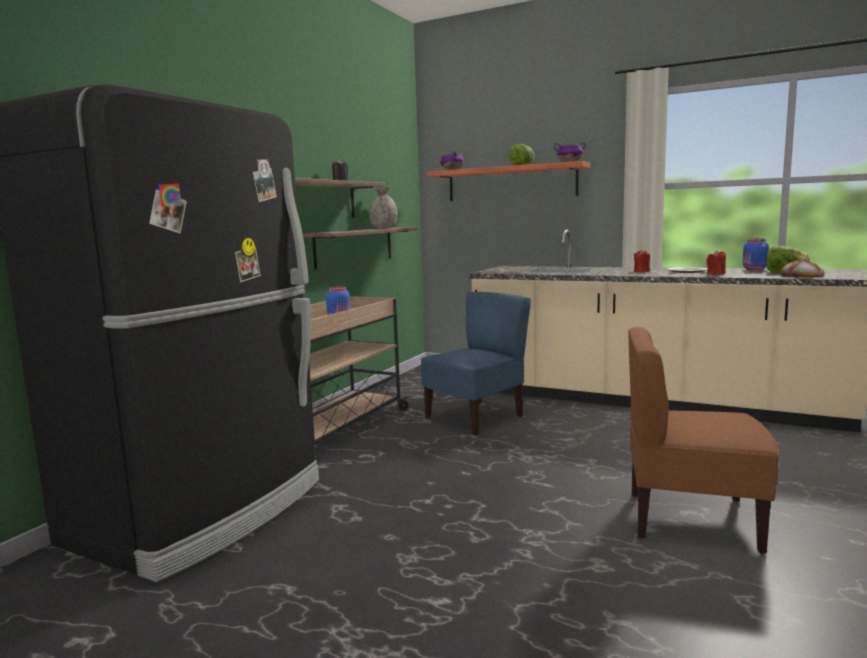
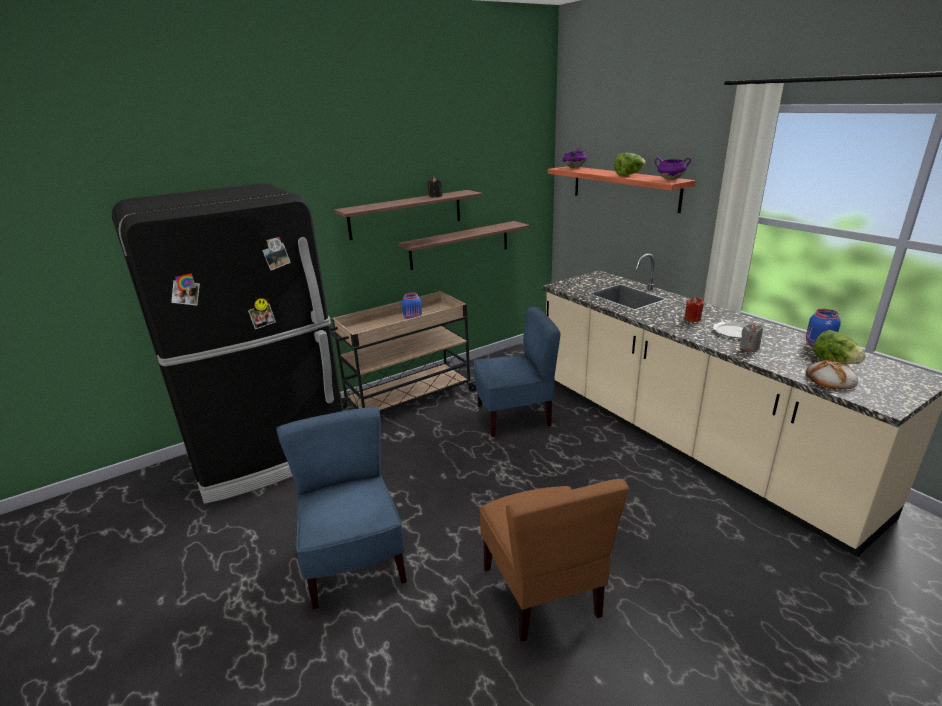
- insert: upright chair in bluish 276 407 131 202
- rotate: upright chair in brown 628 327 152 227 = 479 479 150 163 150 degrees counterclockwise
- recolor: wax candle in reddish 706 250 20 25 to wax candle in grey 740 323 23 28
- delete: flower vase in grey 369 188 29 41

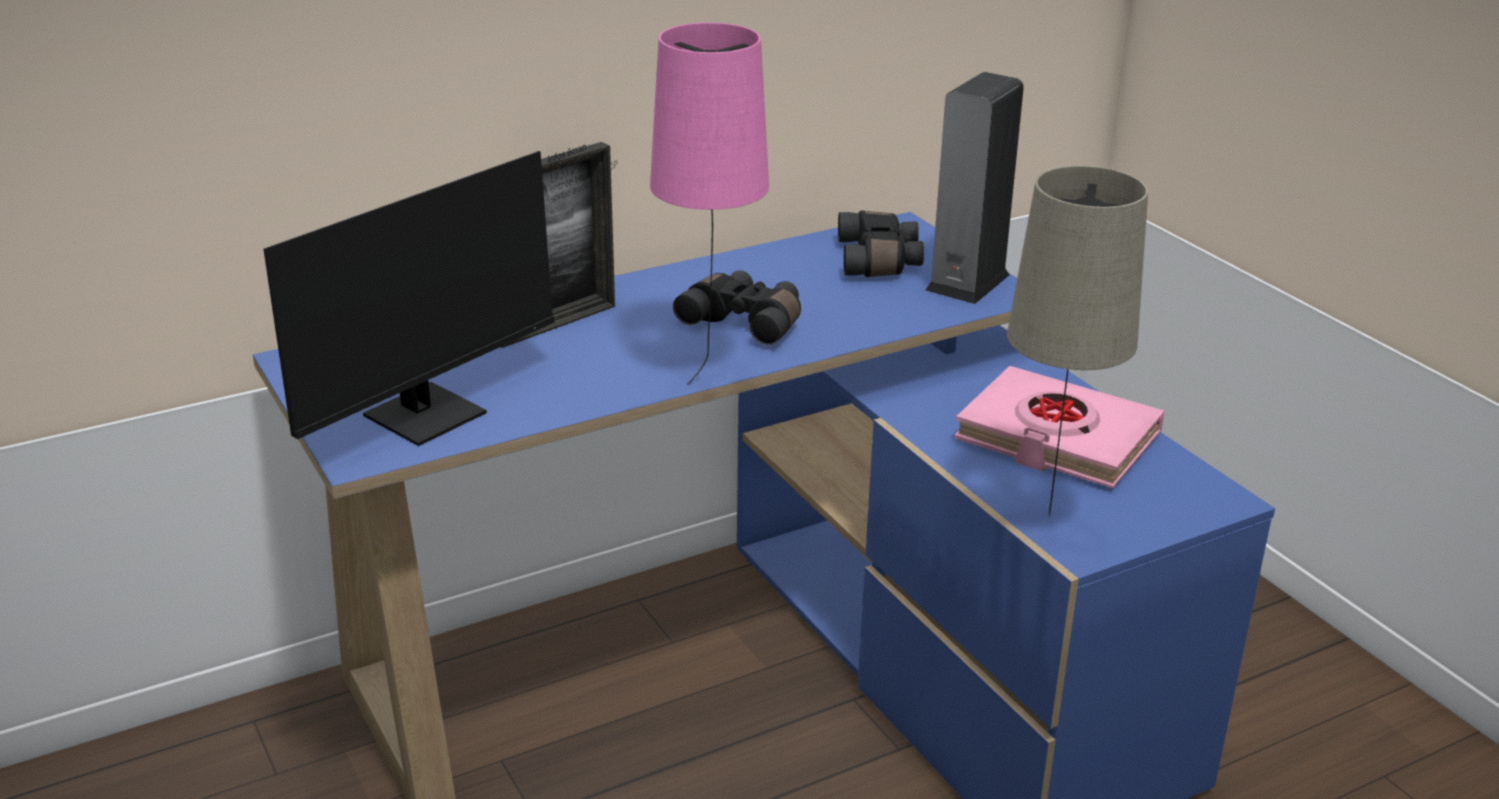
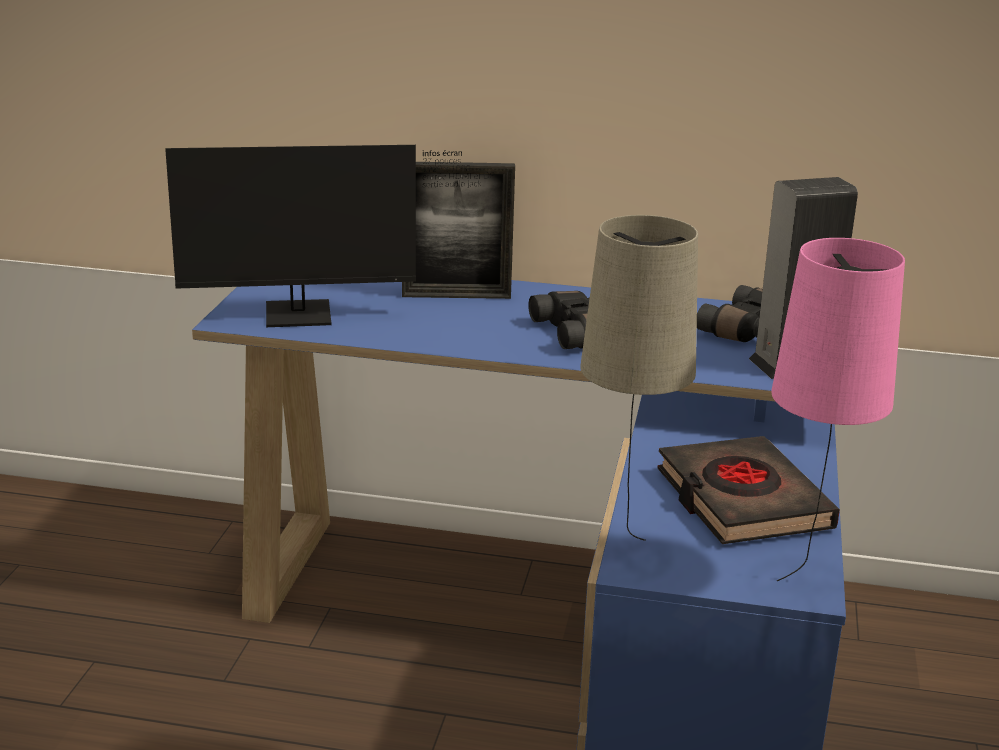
- recolor: volume in pink 954 366 211 122 to volume in blackish 658 436 182 108
- move: lamp for a table in pink 650 22 119 363 to 771 238 134 343

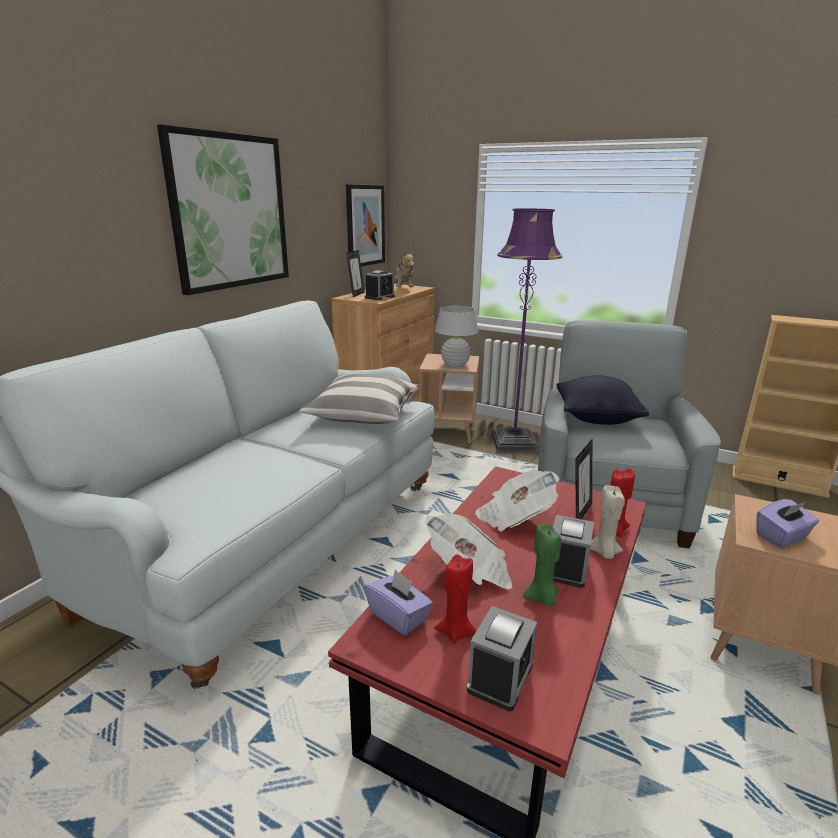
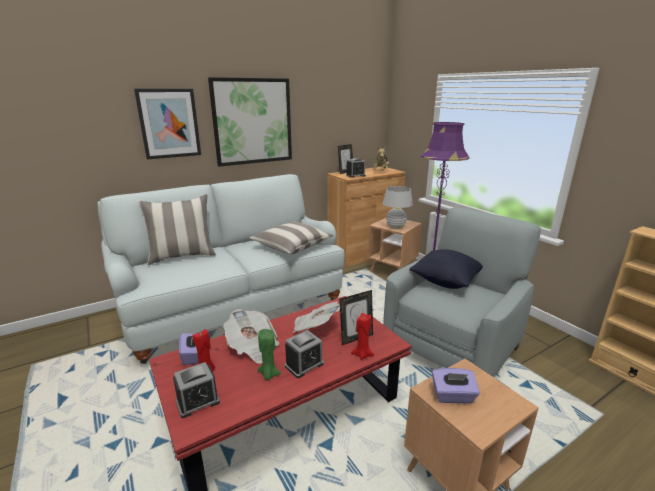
- move: wall picture 346 184 39 83 to 134 89 67 70
- insert: cushion 138 194 78 71
- delete: wax candle in beige 590 485 35 74

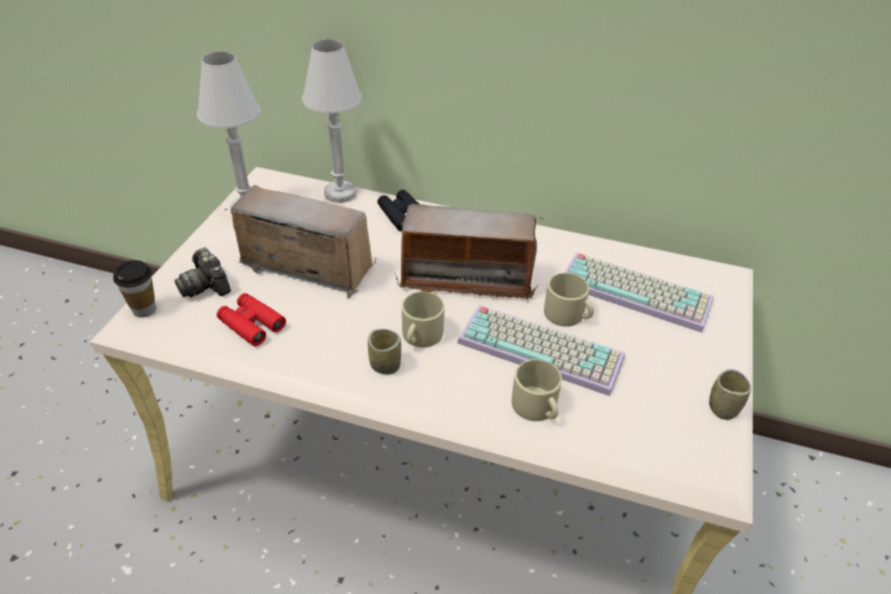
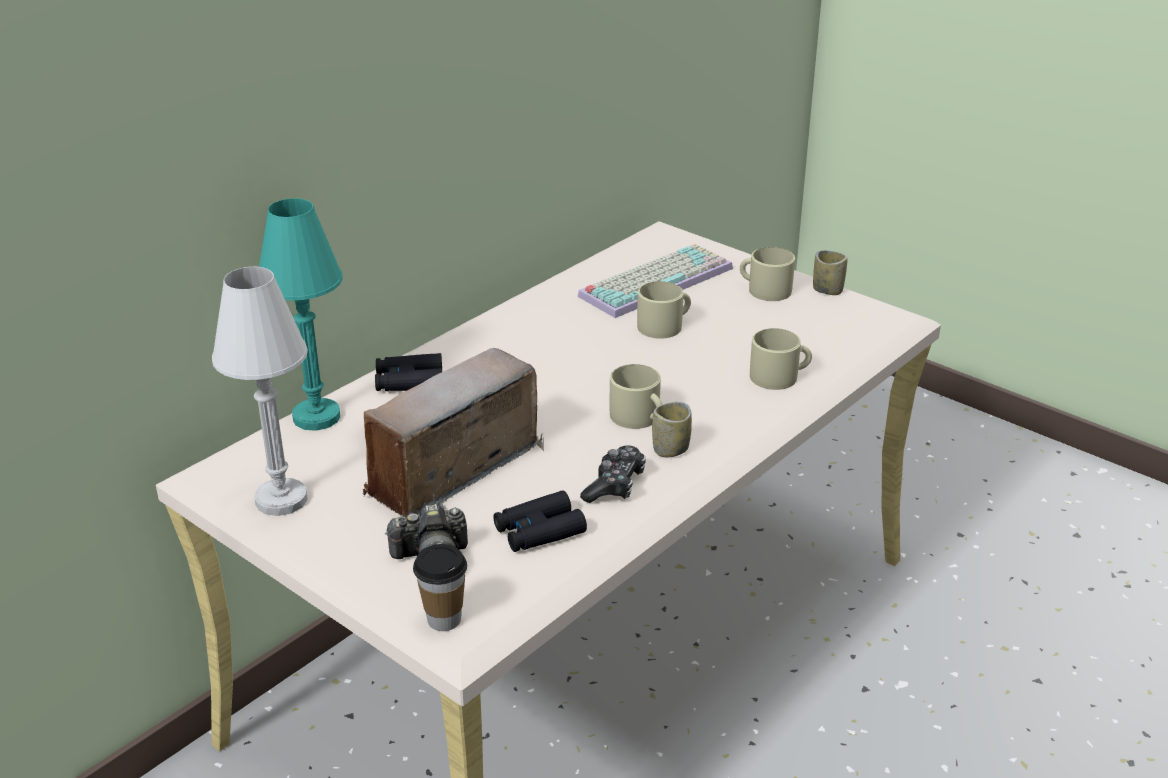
- recolor: lamp for a table in white-coloured 302 39 60 164 to lamp for a table in turquoise-coloured 259 198 84 233
- recolor: pair of binoculars in reddish 217 293 69 53 to pair of binoculars in blackish 493 490 94 62
- insert: game controller 580 445 66 58
- insert: tea mug in beige 740 247 55 54
- delete: radio set 394 204 148 95
- delete: PC keyboard 457 305 168 91

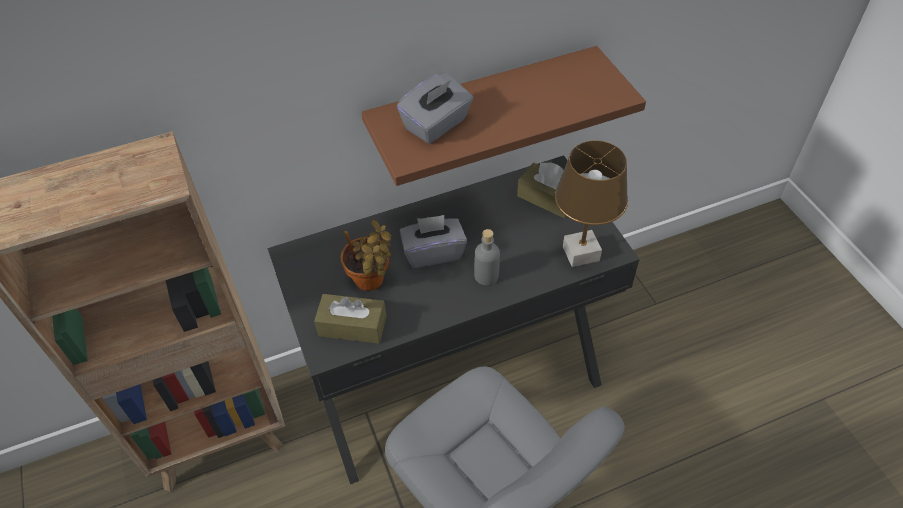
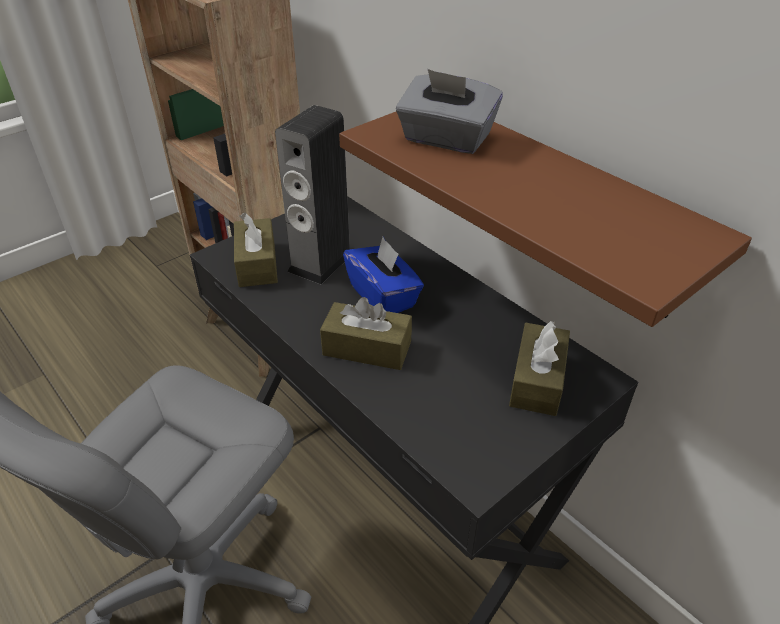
- replace: plant in a pot 340 220 52 71 to speaker 275 105 75 179
- replace: beverage bottle in grey 474 229 26 56 to box of tissues in brown 320 297 92 73
- recolor: box of tissues in grey 400 215 67 53 to box of tissues in bluish 343 237 81 76
- delete: lamp for a table in brown 555 140 73 127

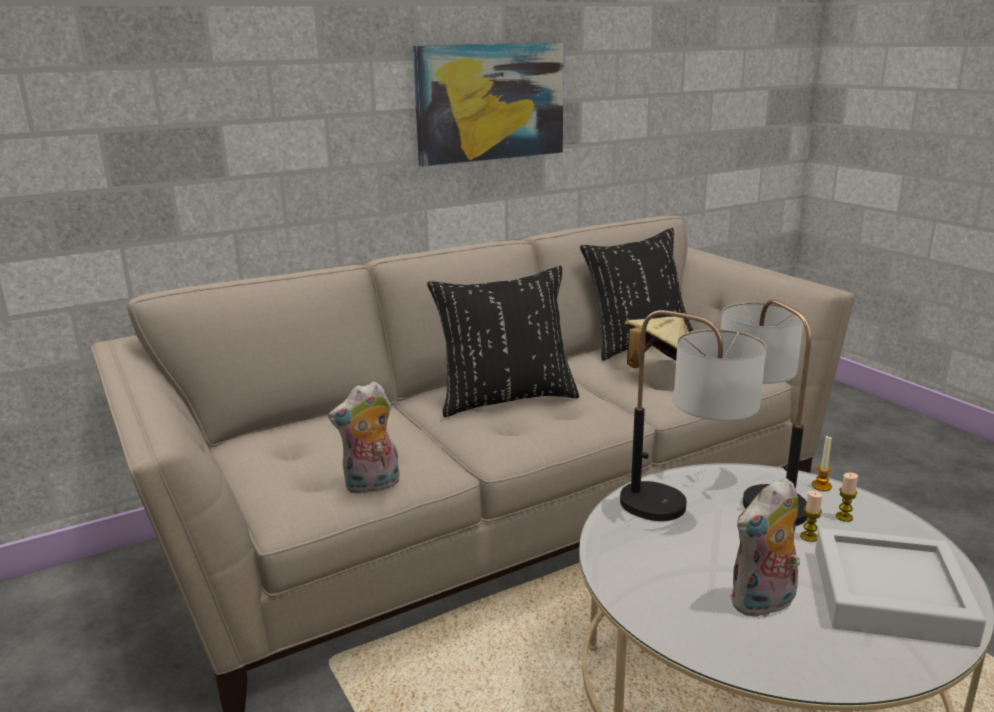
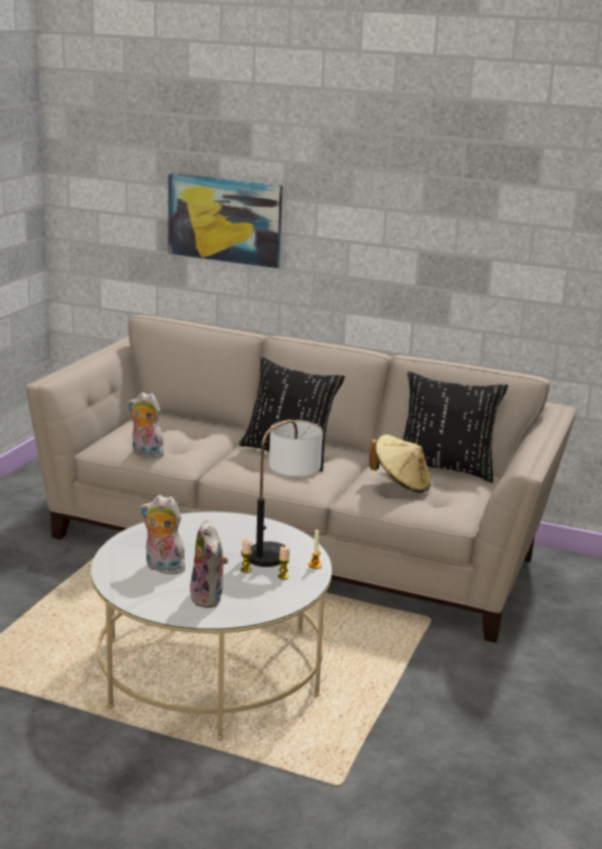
- move: wall picture 413 42 151 124 to 168 173 115 95
- replace: carrying tray in grey 815 528 171 119 to cuddly toy 190 520 38 88
- delete: lamp for a table 620 310 146 211

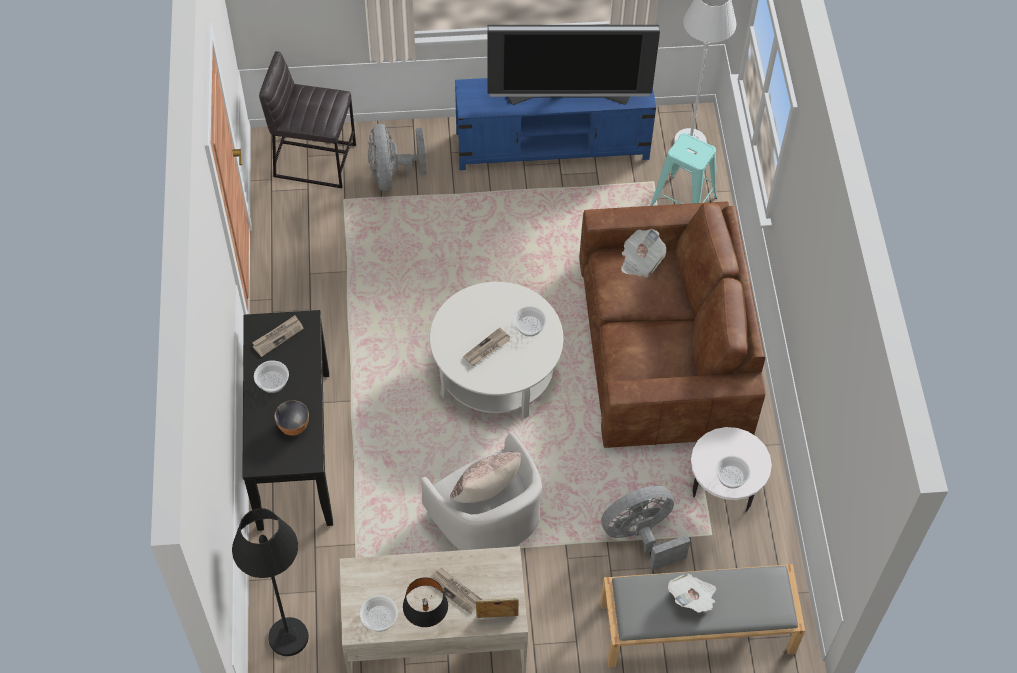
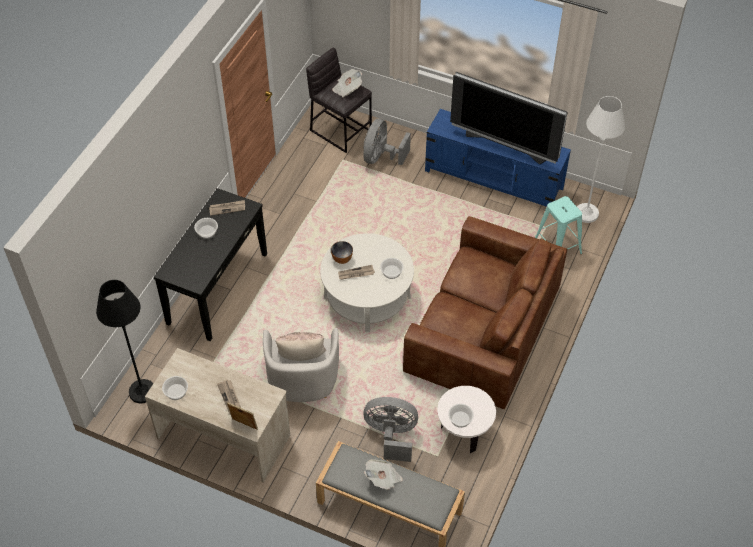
- move: bowl 275 400 34 36 to 331 241 22 23
- move: printed paper 621 229 45 48 to 332 69 30 28
- delete: lamp for a table in blackish 403 577 45 50

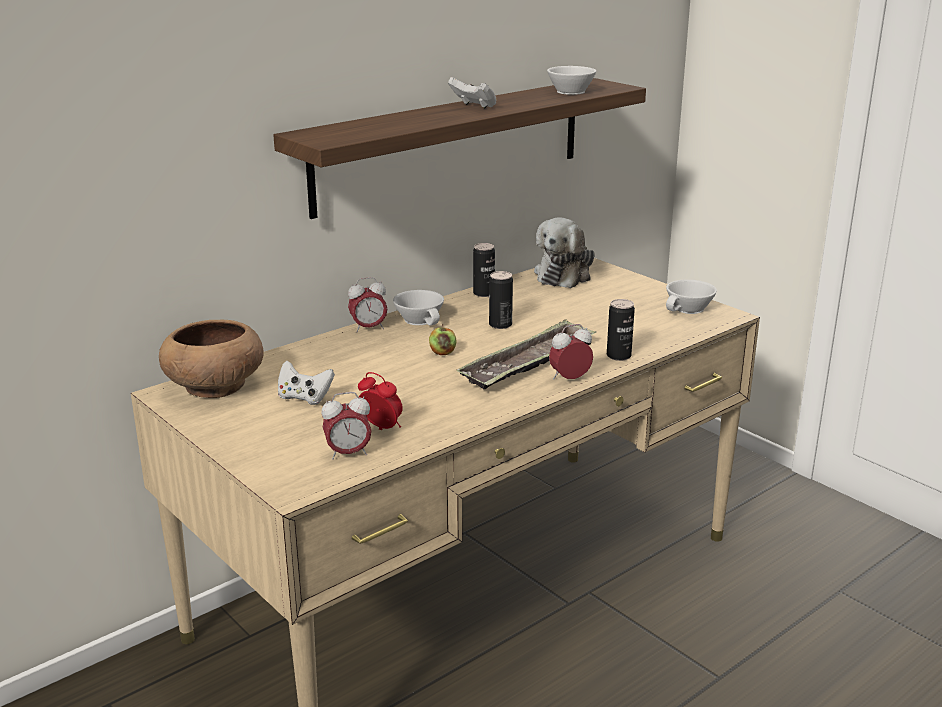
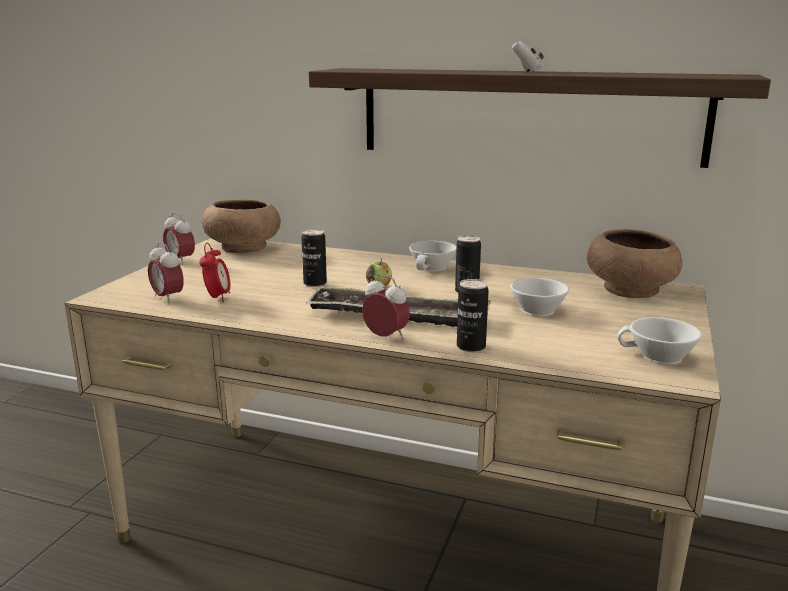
- move: table clock 348 277 39 55 to 163 212 32 53
- move: sealed can 473 243 22 54 to 301 229 26 58
- move: small cup in white-coloured 547 66 49 29 to 511 278 58 38
- replace: cuddly toy 534 217 61 71 to bowl in brown 587 229 95 69
- delete: game controller in white-coloured 278 361 57 44

